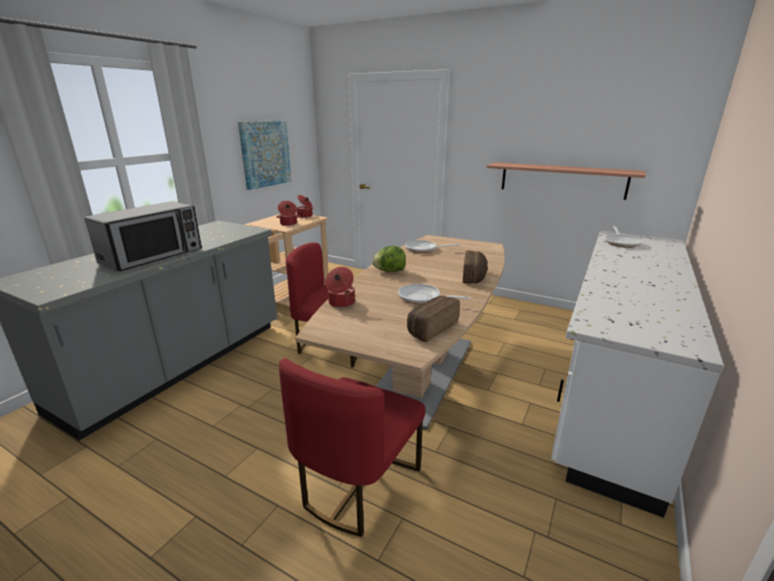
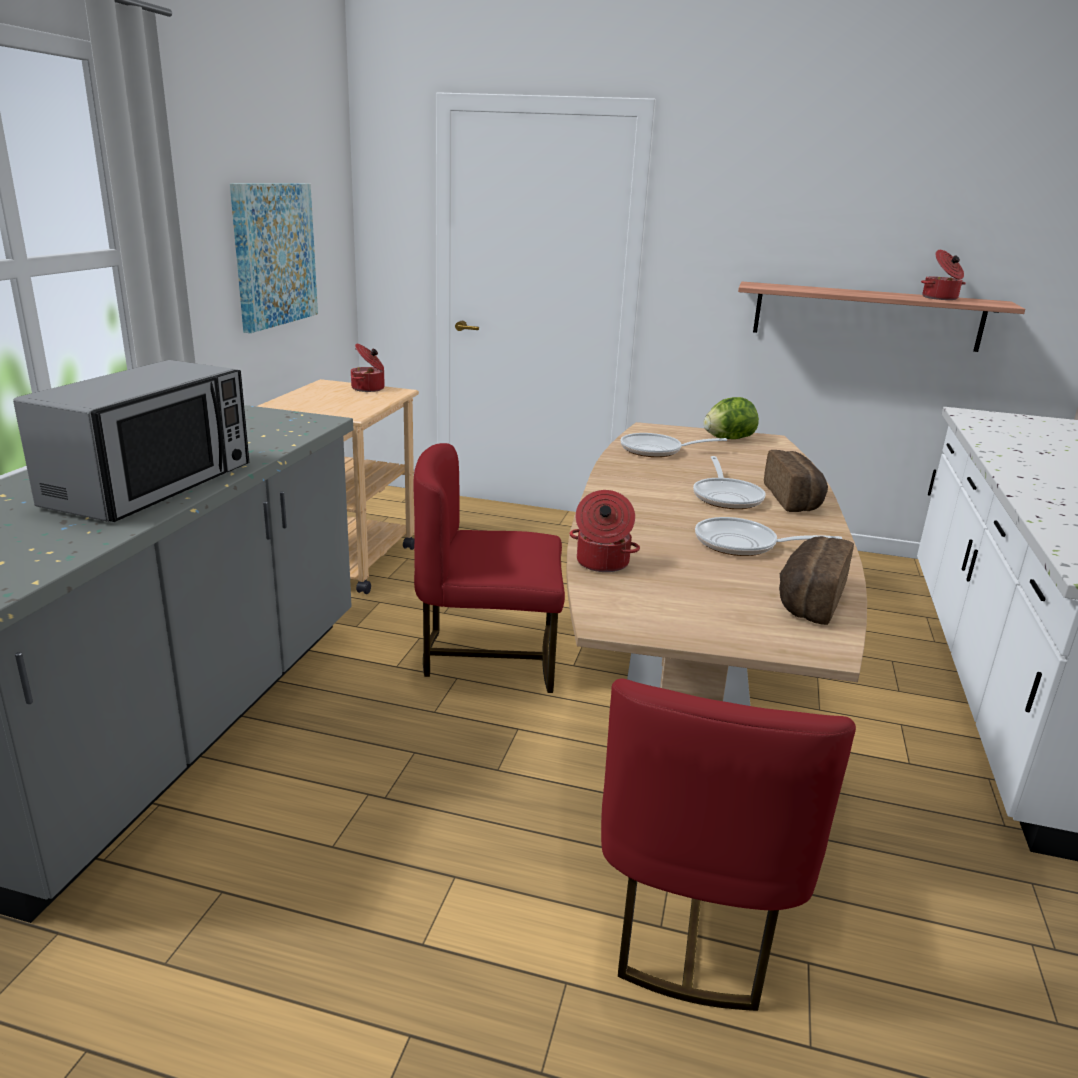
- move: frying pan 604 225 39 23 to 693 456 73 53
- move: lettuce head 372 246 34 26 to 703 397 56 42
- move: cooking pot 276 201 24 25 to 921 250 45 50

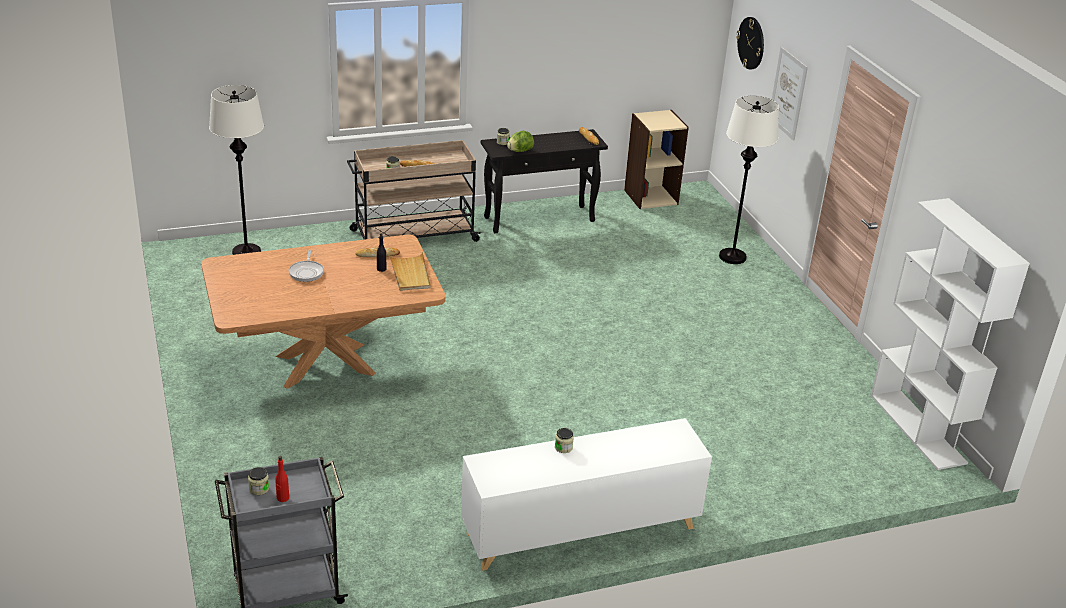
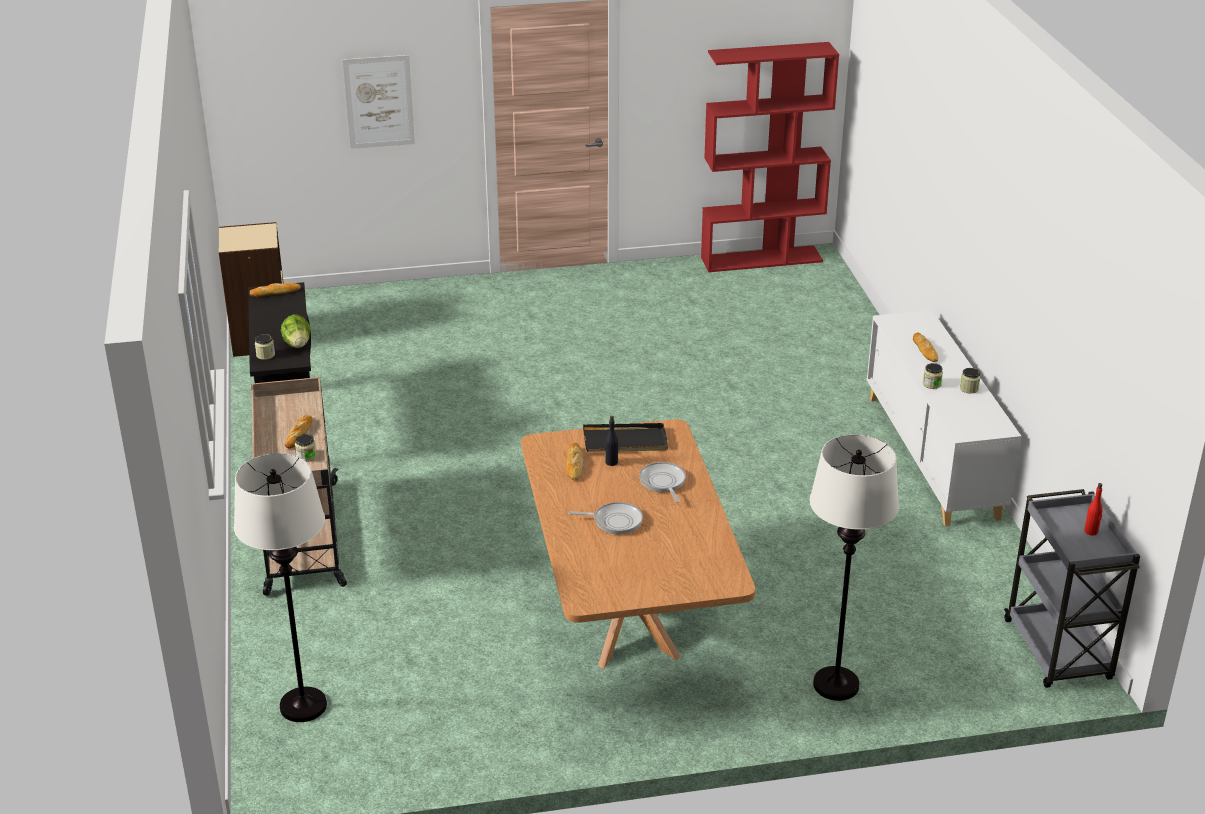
- recolor: carrying tray in beige 389 252 41 39 to carrying tray in blackish 583 423 85 29
- insert: frying pan 639 462 47 41
- recolor: shelving unit in white-coloured 870 198 160 272 to shelving unit in reddish 701 42 138 230
- move: floor lamp in white-coloured 719 96 60 168 to 809 434 90 267
- insert: bakery bread 913 332 25 30
- move: storage jar 248 467 21 28 to 960 368 21 25
- delete: wall clock 736 17 28 53

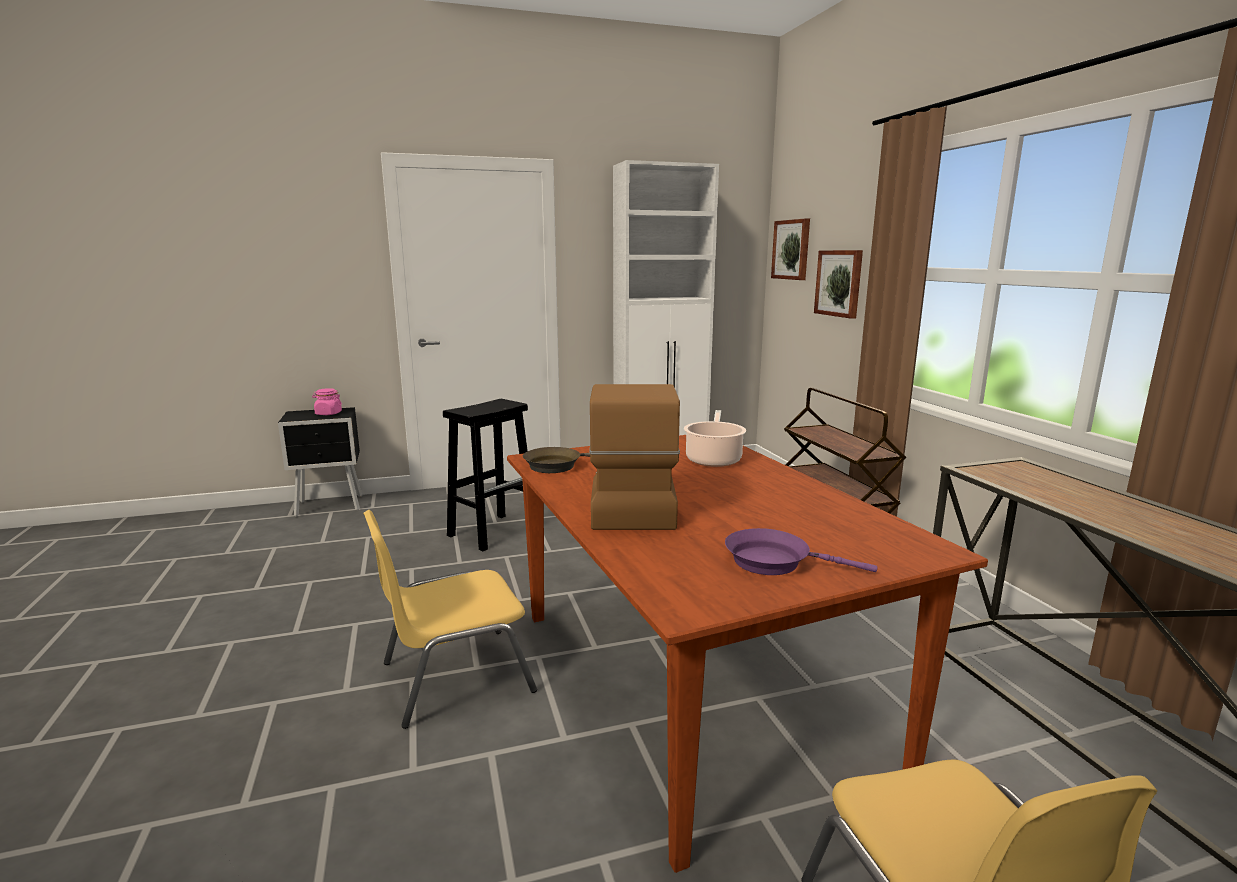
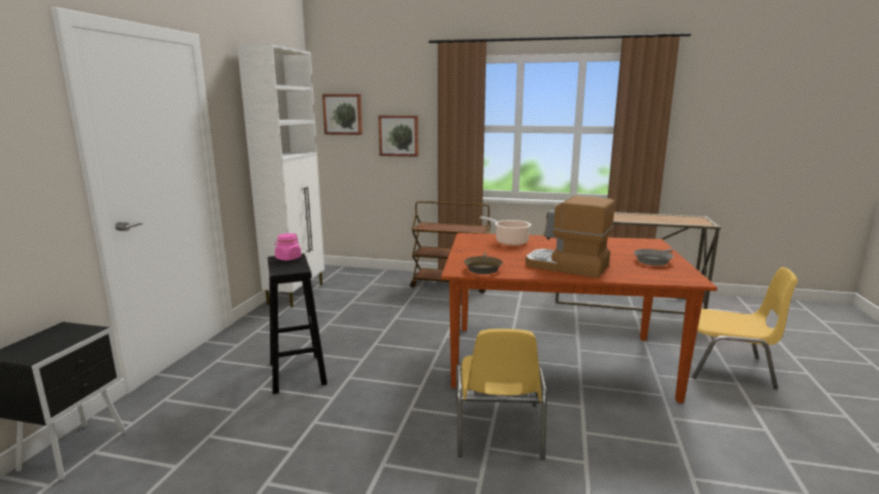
- move: storage jar in pink 312 388 30 27 to 275 233 26 28
- recolor: frying pan in purplish 725 528 152 47 to frying pan in grey 634 249 39 17

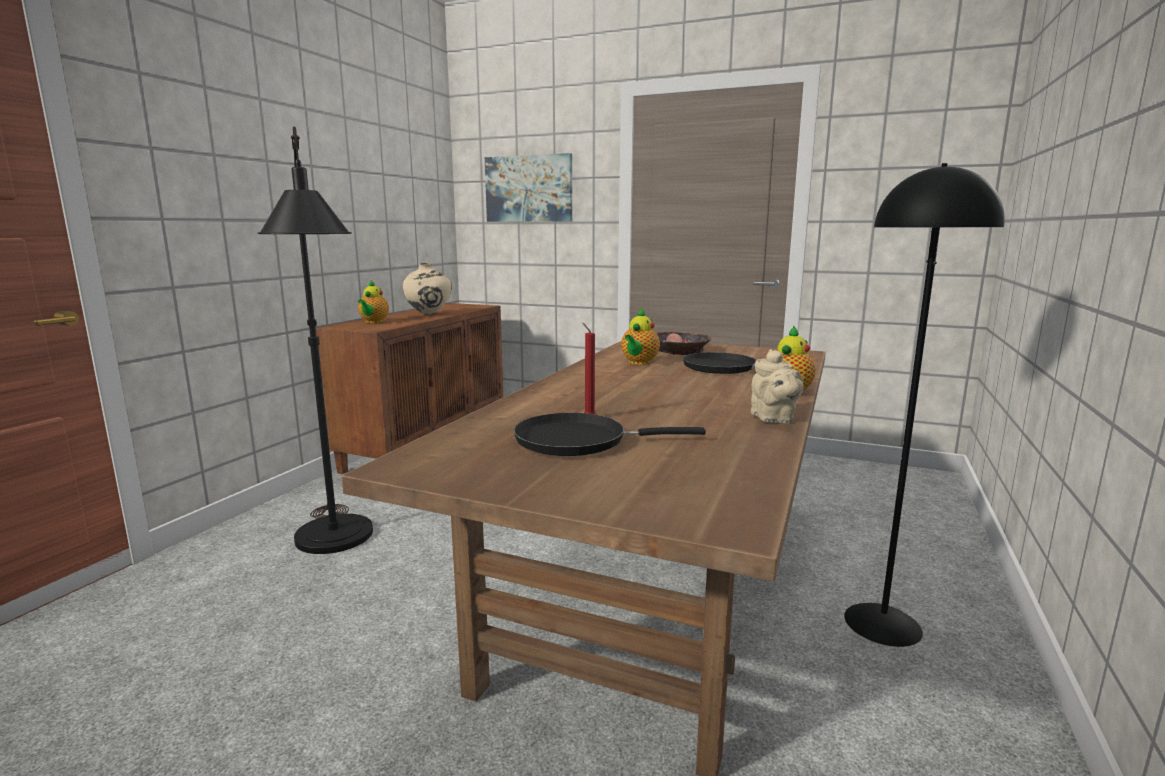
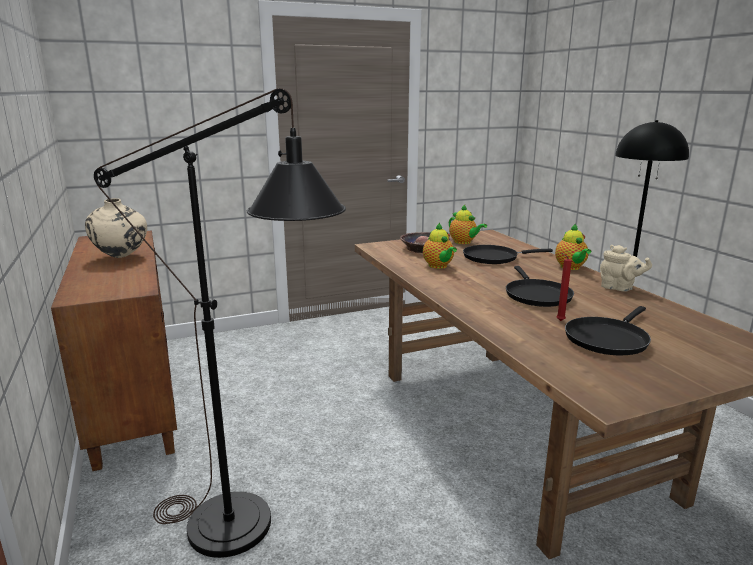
- move: tea pot 358 280 31 43 to 449 205 38 39
- insert: frying pan in blackish 506 266 68 41
- delete: wall picture 485 153 87 69

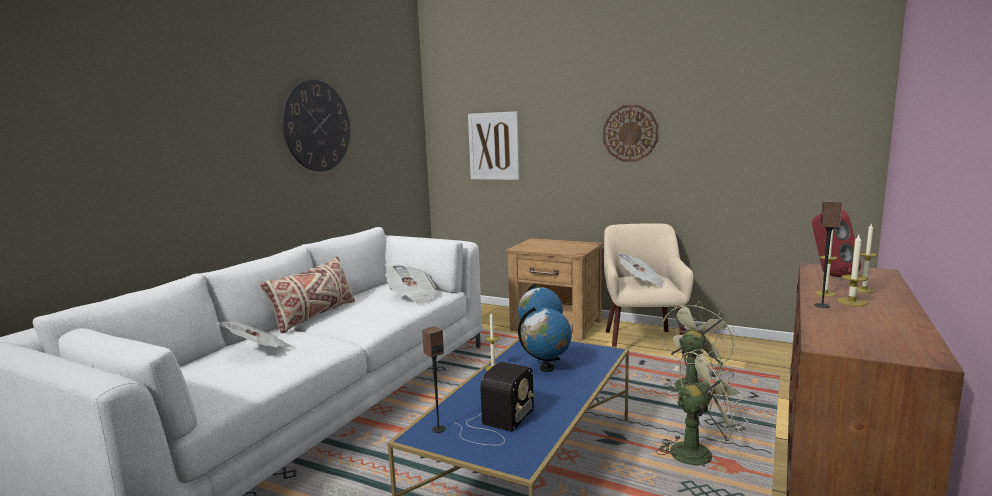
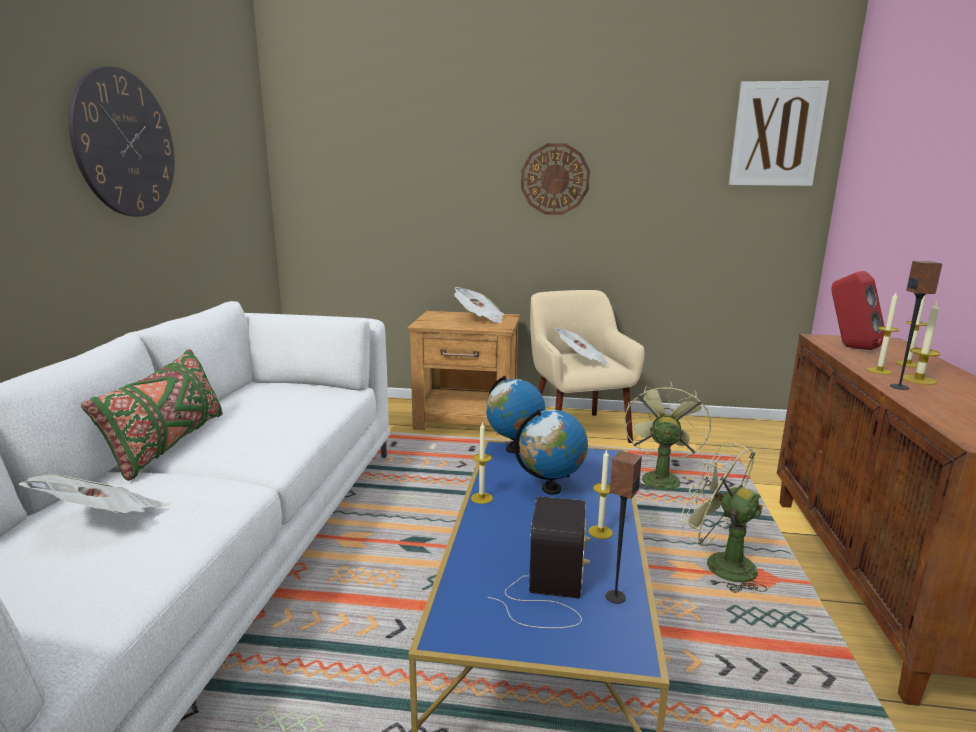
- recolor: cushion in beige 260 257 95 76 to cushion in greenish 81 349 142 132
- move: printed paper 385 265 53 39 to 454 287 50 37
- insert: wax candle 588 449 25 90
- move: speaker 422 326 23 107 to 605 451 37 153
- rotate: fan in greenish 656 349 92 123 = 681 443 86 150 105 degrees counterclockwise
- move: wall picture 468 111 52 69 to 729 81 100 105

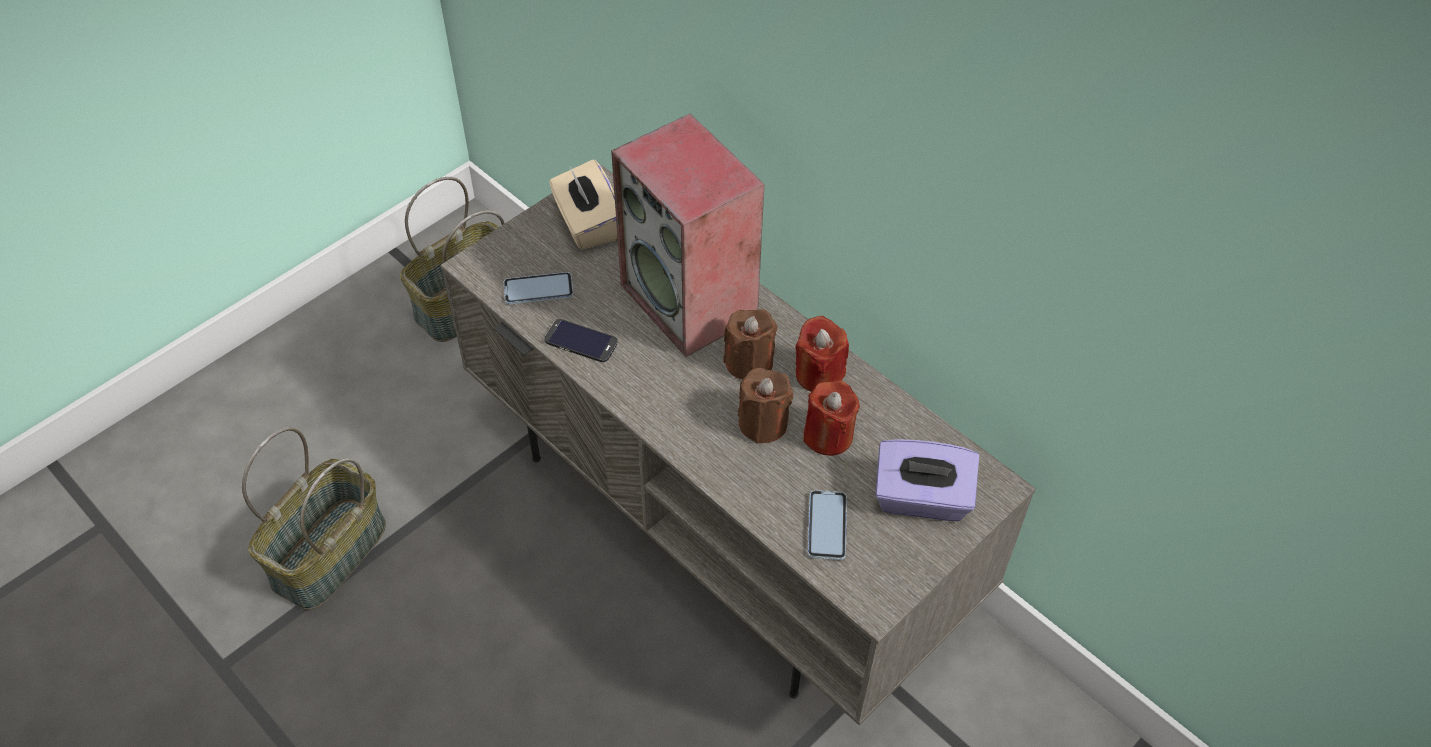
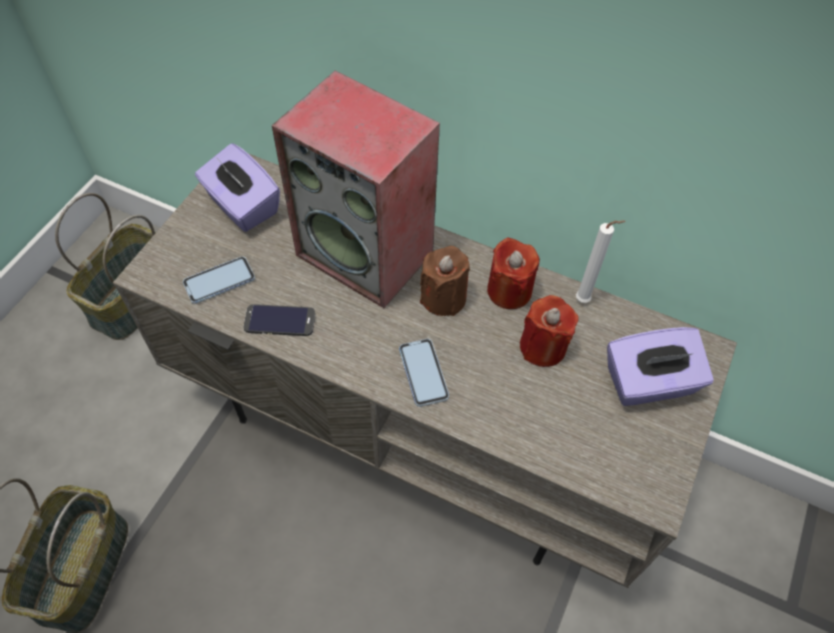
- recolor: box of tissues in beige 549 160 69 90 to box of tissues in purplish 195 143 85 89
- move: handset 807 490 40 70 to 399 339 50 68
- insert: wax candle in white-coloured 576 220 50 83
- delete: wax candle in brown 738 368 55 75

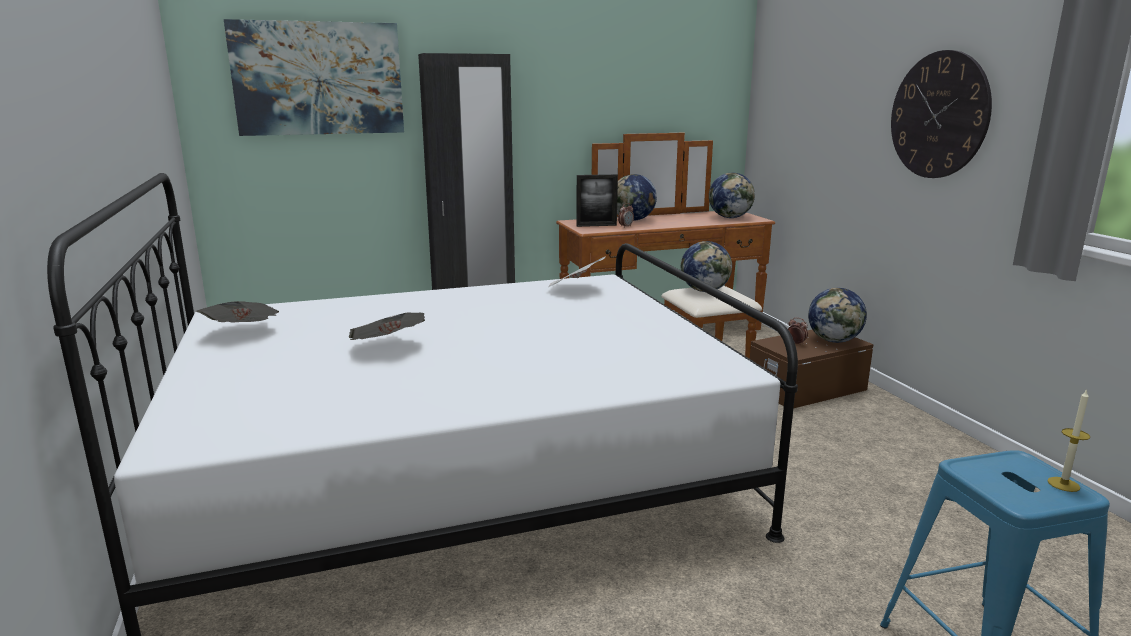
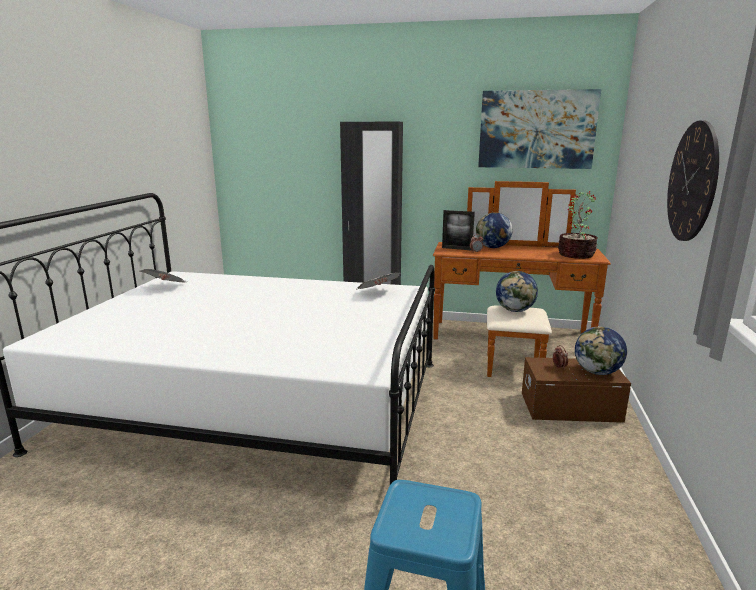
- move: wall picture 224 19 180 117 to 478 89 123 80
- replace: world globe 709 173 46 45 to plant in a pot 558 191 40 68
- delete: printed paper 349 312 76 28
- delete: wax candle 1048 389 42 103

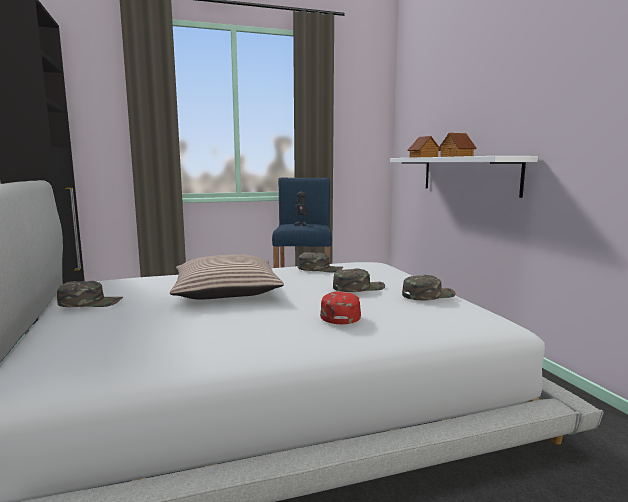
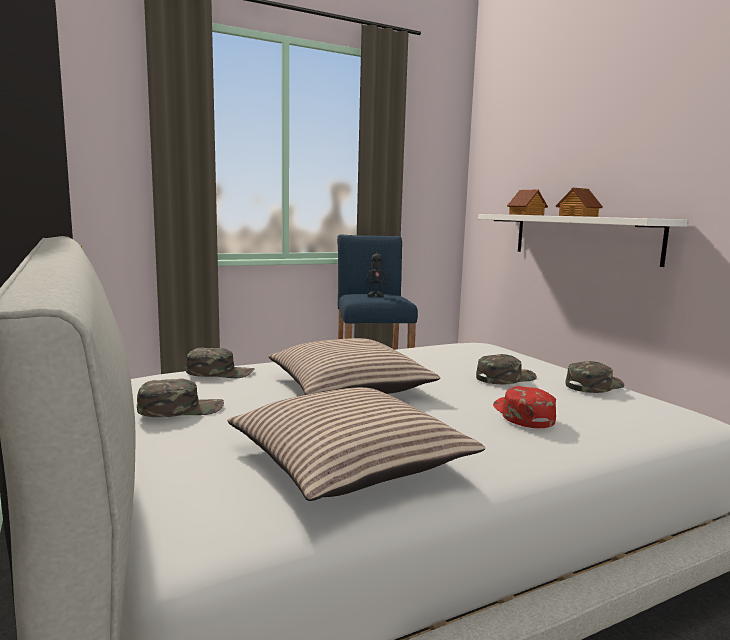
- move: baseball cap in greenish 298 252 45 21 to 186 348 68 30
- insert: cushion 228 387 257 114

